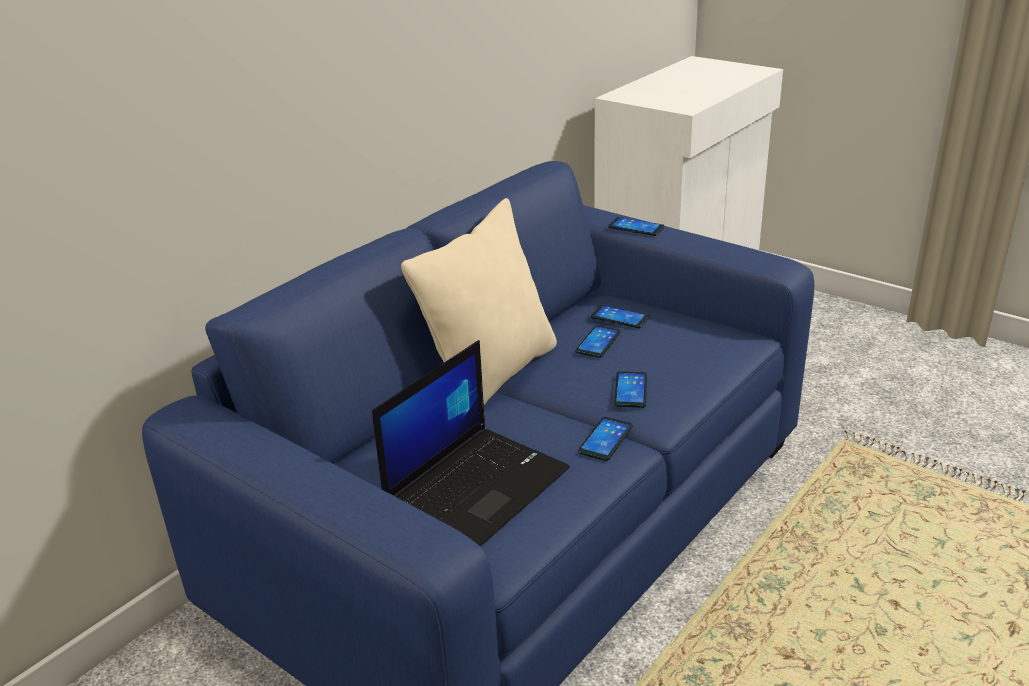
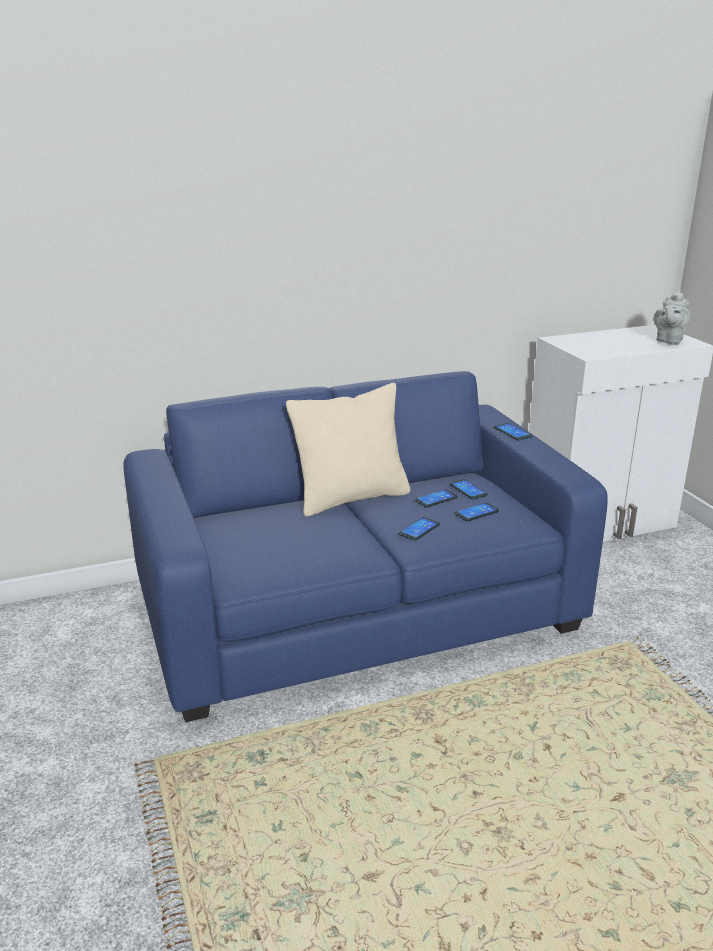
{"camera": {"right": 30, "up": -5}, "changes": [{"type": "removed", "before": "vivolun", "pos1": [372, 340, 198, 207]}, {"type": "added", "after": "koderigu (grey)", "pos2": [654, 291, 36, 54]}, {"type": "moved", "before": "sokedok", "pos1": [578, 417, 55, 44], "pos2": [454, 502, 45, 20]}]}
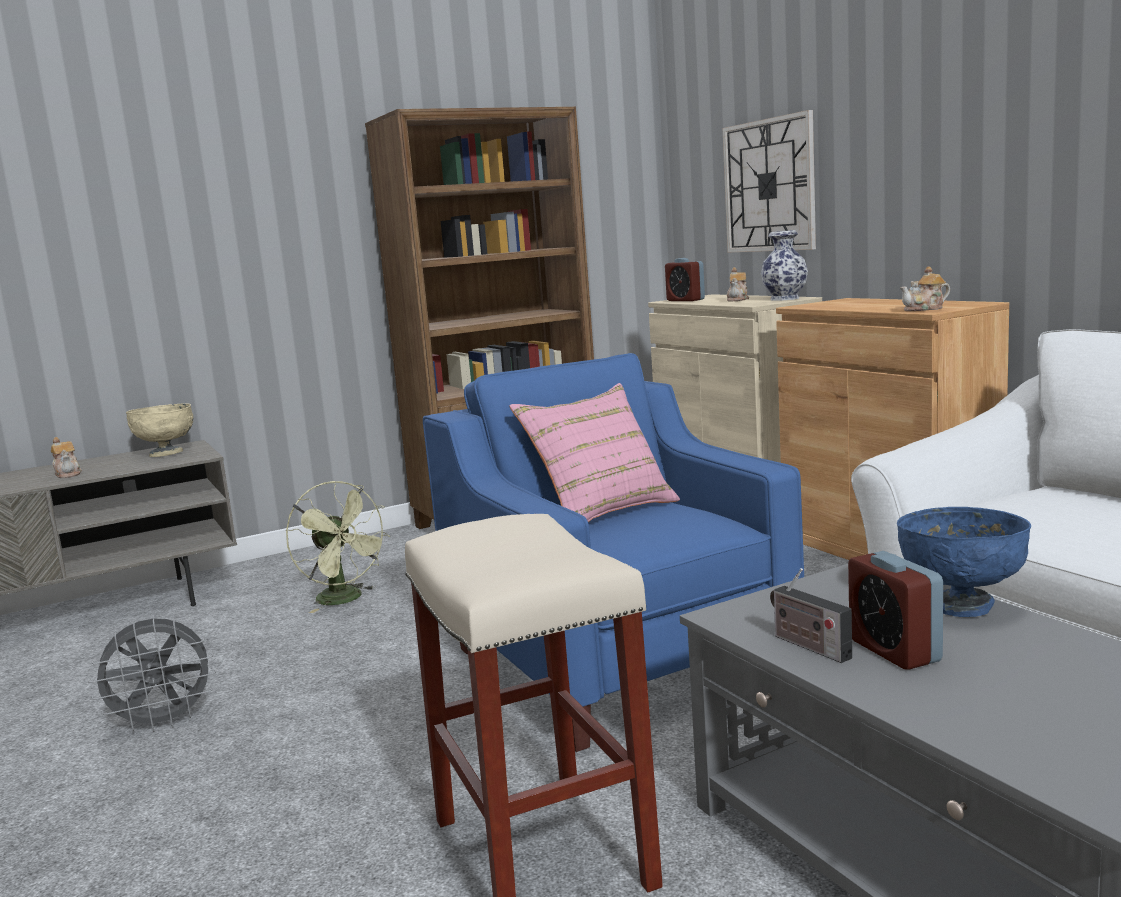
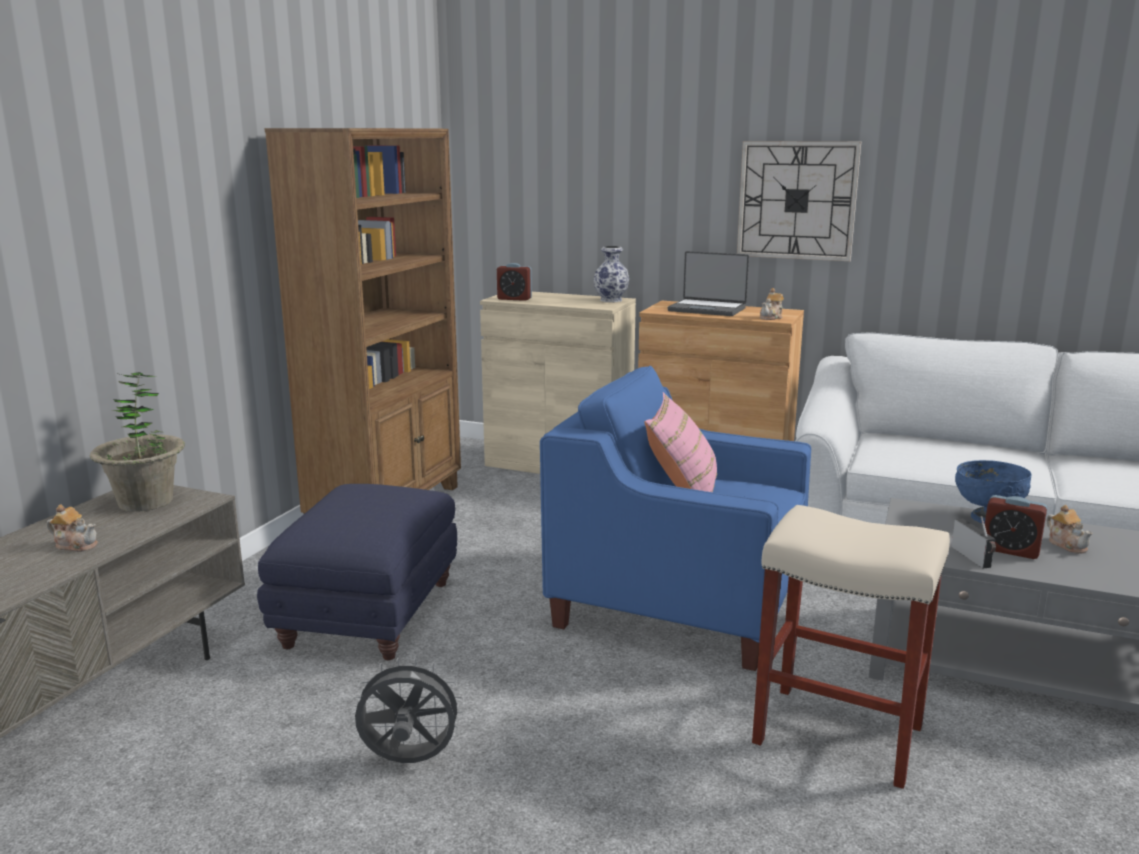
{"camera": {"right": -40, "up": 5}, "changes": [{"type": "added", "after": "vivolun", "pos2": [668, 251, 81, 65]}, {"type": "moved", "before": "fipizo", "pos1": [723, 110, 93, 143], "pos2": [737, 141, 124, 120]}, {"type": "moved", "before": "koderigu", "pos1": [727, 267, 22, 35], "pos2": [1046, 505, 47, 49]}, {"type": "replaced", "before": "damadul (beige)", "after": "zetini", "pos1": [126, 403, 67, 54], "pos2": [90, 372, 95, 140]}, {"type": "replaced", "before": "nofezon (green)", "after": "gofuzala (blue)", "pos1": [286, 481, 104, 132], "pos2": [257, 484, 200, 177]}, {"type": "turned", "before": "nofezon (grey)", "pos1": [88, 619, 128, 113], "pos2": [353, 658, 111, 105], "turn": -120}, {"type": "turned", "before": "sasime", "pos1": [770, 568, 82, 95], "pos2": [951, 516, 45, 52], "turn": -120}]}
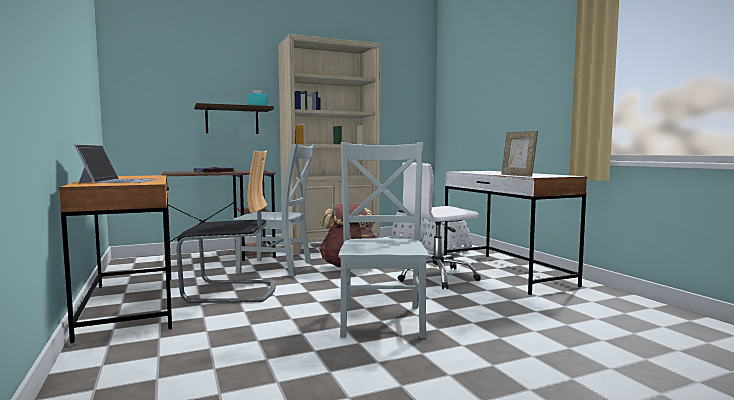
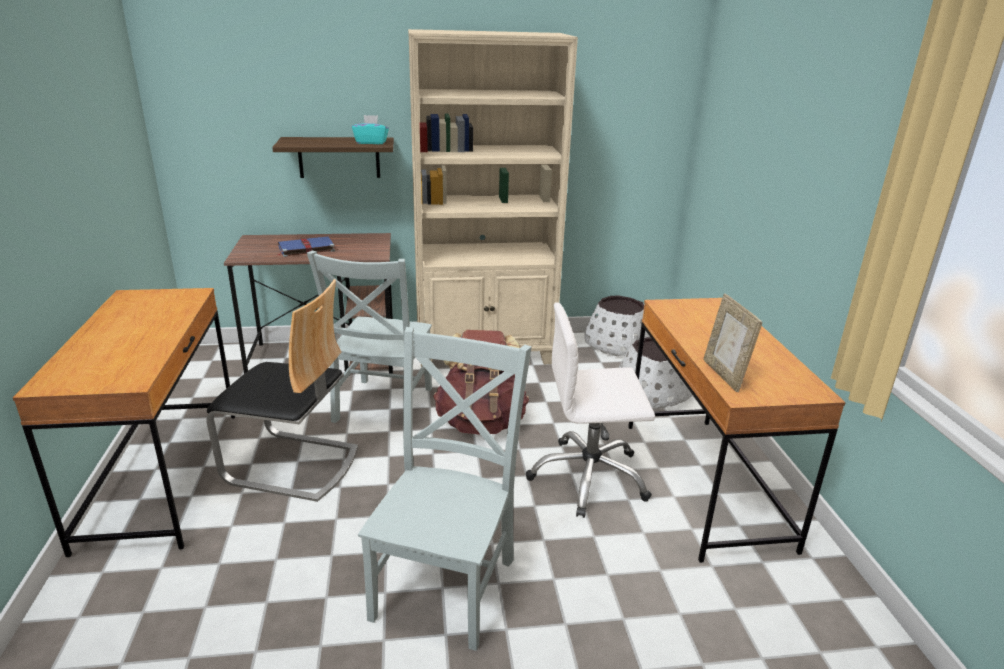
{"camera": {"right": 15, "up": 20}, "changes": [{"type": "removed", "before": "vivolun", "pos1": [74, 144, 83, 39]}, {"type": "recoloured", "before": "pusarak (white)", "after": "pusarak (brown)", "pos1": [444, 171, 143, 124], "pos2": [628, 298, 218, 265]}, {"type": "turned", "before": "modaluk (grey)", "pos1": [233, 144, 82, 132], "pos2": [307, 251, 125, 172], "turn": 75}]}
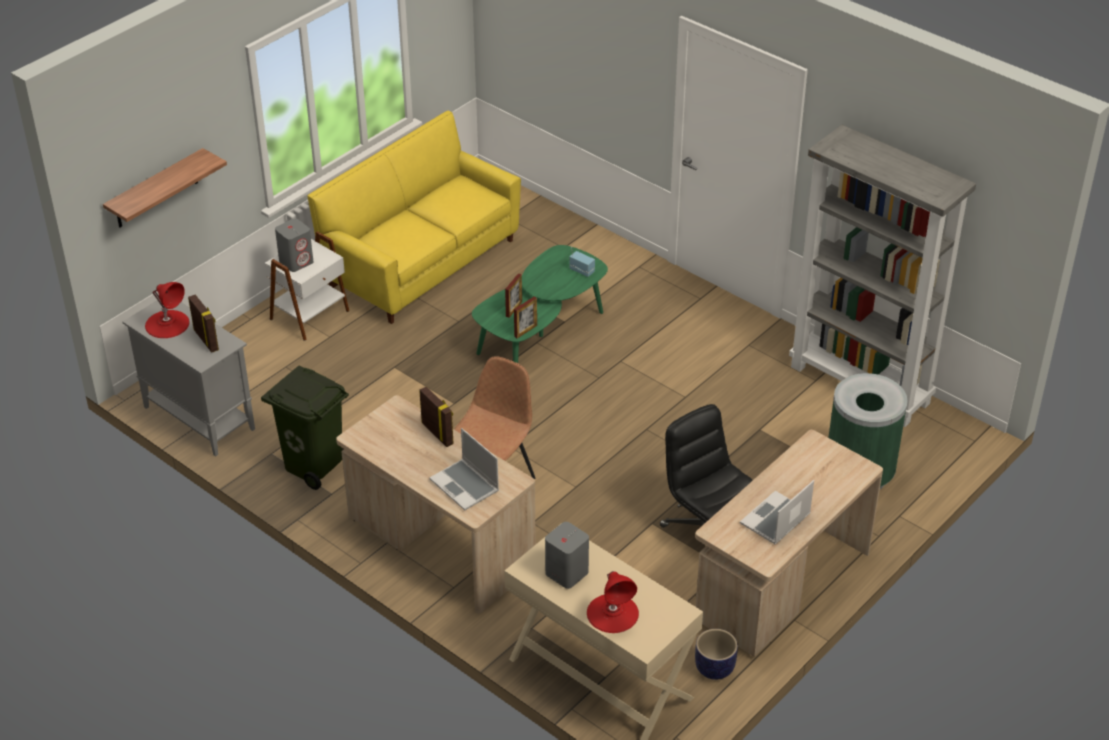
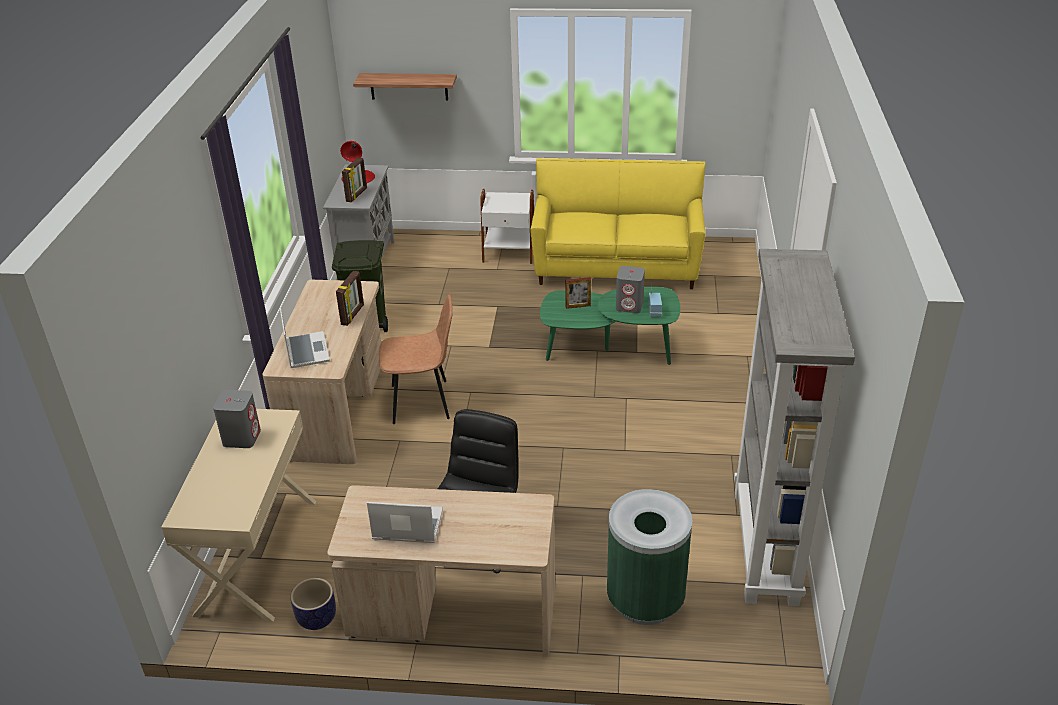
{"camera": {"right": 55, "up": -5}, "changes": [{"type": "removed", "before": "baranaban", "pos1": [514, 297, 23, 41]}, {"type": "removed", "before": "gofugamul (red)", "pos1": [587, 571, 52, 62]}, {"type": "moved", "before": "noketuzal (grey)", "pos1": [275, 218, 38, 54], "pos2": [616, 266, 29, 47]}, {"type": "turned", "before": "vivolun", "pos1": [430, 428, 69, 82], "pos2": [280, 307, 50, 61], "turn": 150}]}
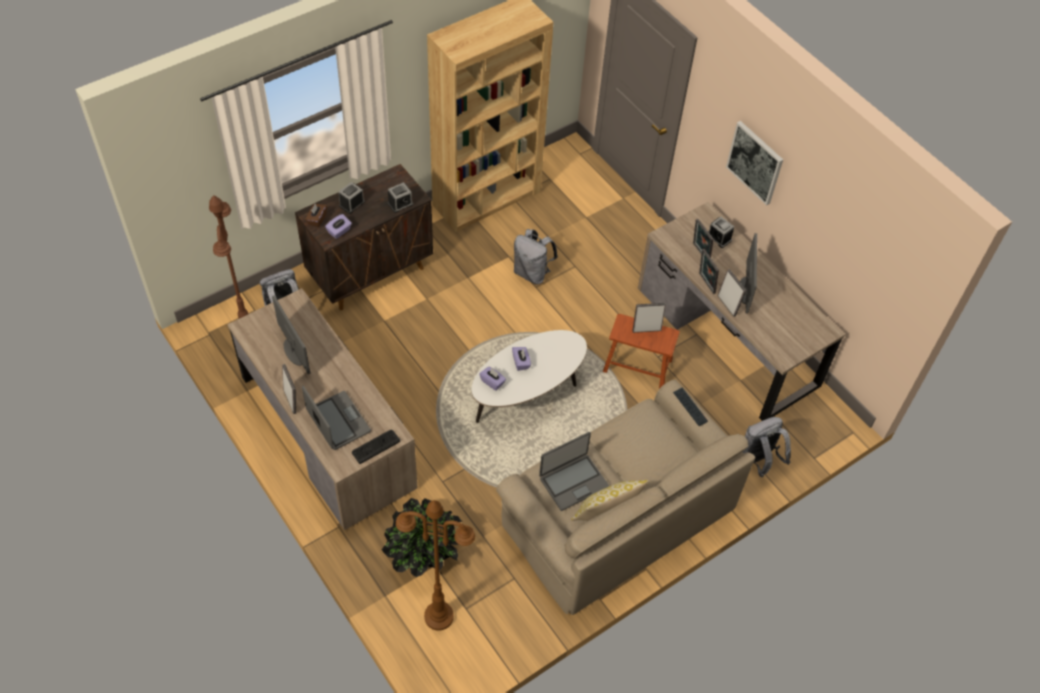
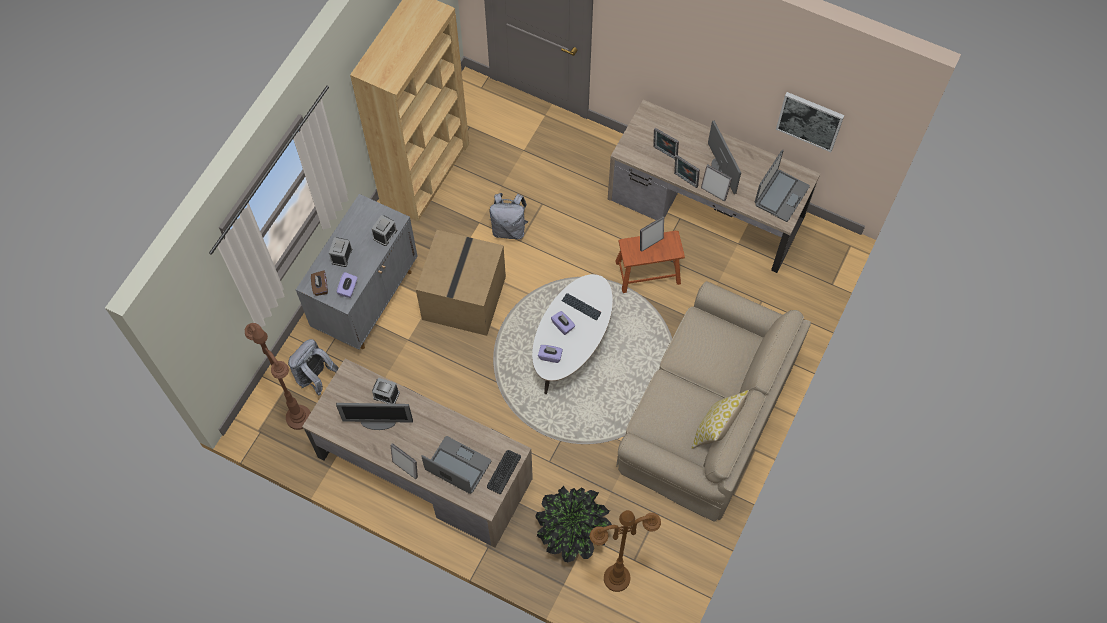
{"camera": {"right": -25, "up": 10}, "changes": [{"type": "removed", "before": "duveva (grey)", "pos1": [743, 417, 48, 60]}, {"type": "added", "after": "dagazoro", "pos2": [416, 230, 90, 106]}, {"type": "moved", "before": "vivolun", "pos1": [539, 432, 70, 79], "pos2": [755, 150, 55, 72]}, {"type": "moved", "before": "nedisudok", "pos1": [673, 388, 35, 38], "pos2": [562, 293, 40, 27]}, {"type": "moved", "before": "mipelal", "pos1": [709, 217, 25, 31], "pos2": [372, 378, 28, 26]}, {"type": "moved", "before": "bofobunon", "pos1": [726, 121, 57, 85], "pos2": [776, 92, 69, 60]}, {"type": "recoloured", "before": "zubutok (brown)", "after": "zubutok (grey)", "pos1": [295, 164, 138, 146], "pos2": [296, 194, 121, 156]}, {"type": "turned", "before": "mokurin", "pos1": [272, 295, 38, 79], "pos2": [336, 403, 77, 27], "turn": 150}]}
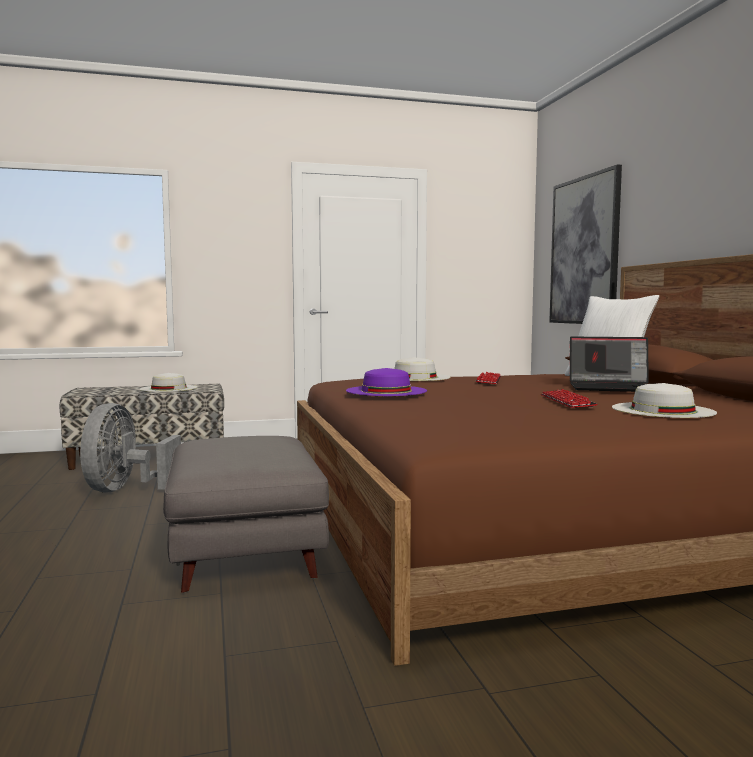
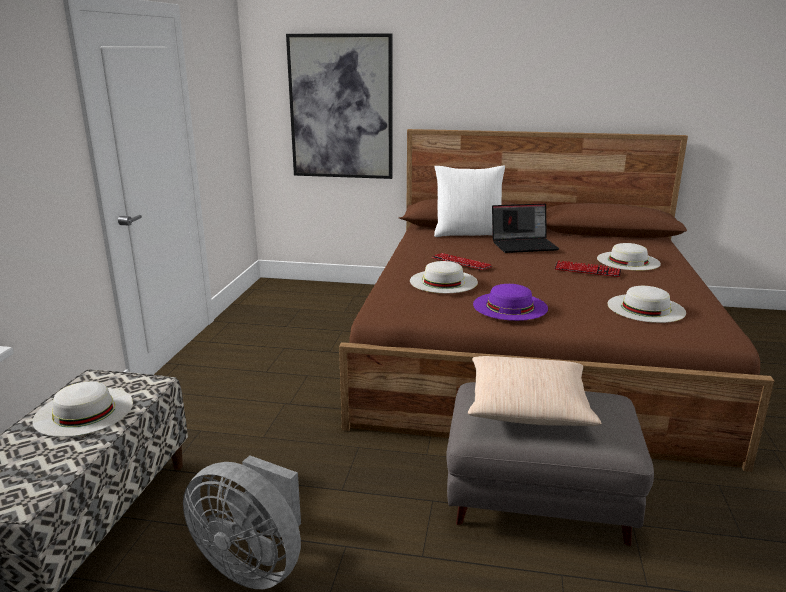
{"camera": {"right": -65, "up": 15}, "changes": [{"type": "added", "after": "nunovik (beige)", "pos2": [468, 356, 134, 70]}, {"type": "added", "after": "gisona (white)", "pos2": [608, 286, 78, 37]}, {"type": "turned", "before": "vivolun", "pos1": [570, 337, 79, 55], "pos2": [492, 203, 68, 50], "turn": 45}]}
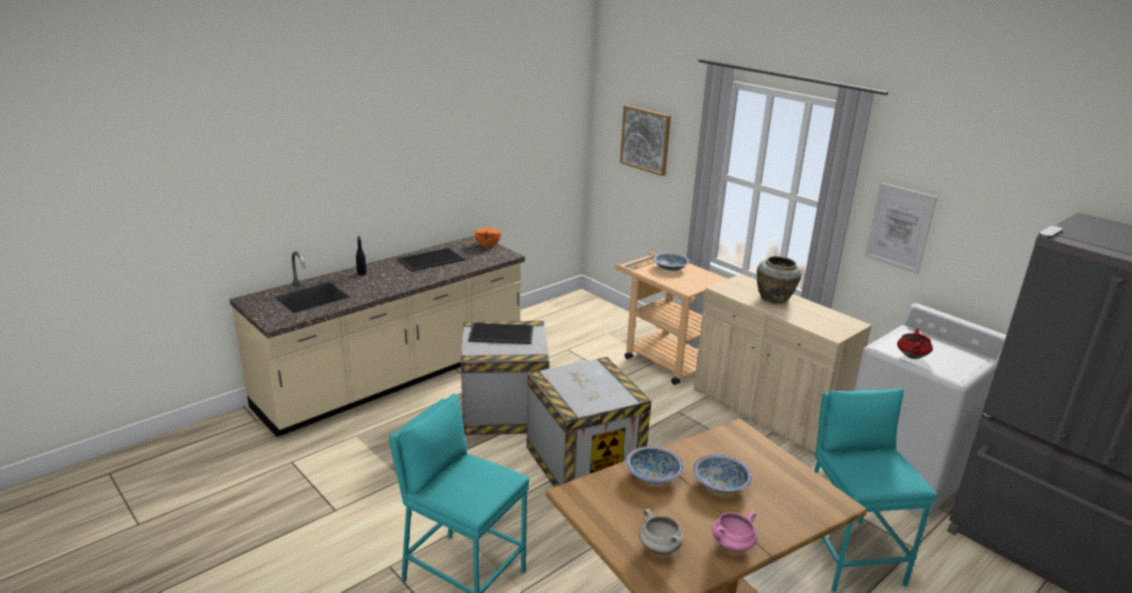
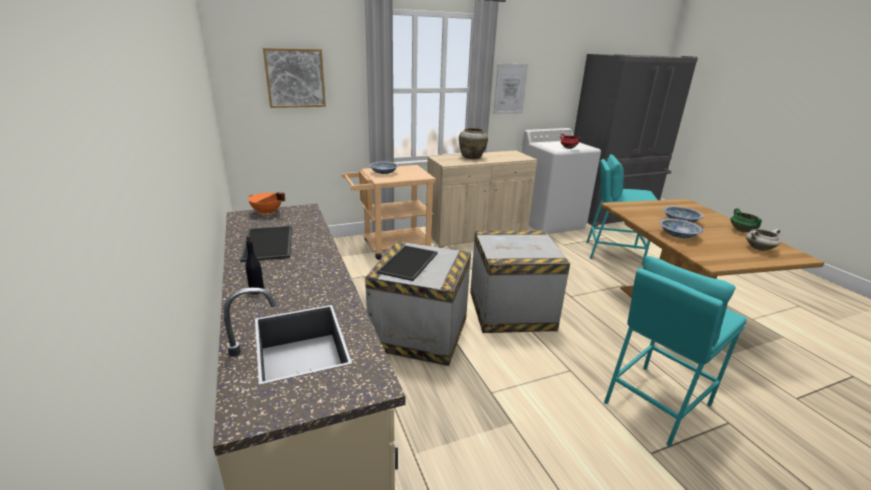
{"camera": {"right": -70, "up": 0}, "changes": [{"type": "recoloured", "before": "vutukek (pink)", "after": "vutukek (green)", "pos1": [712, 511, 45, 41], "pos2": [731, 208, 31, 25]}]}
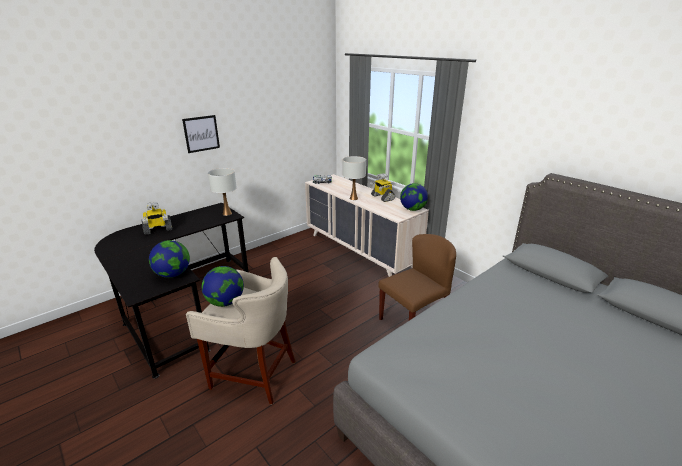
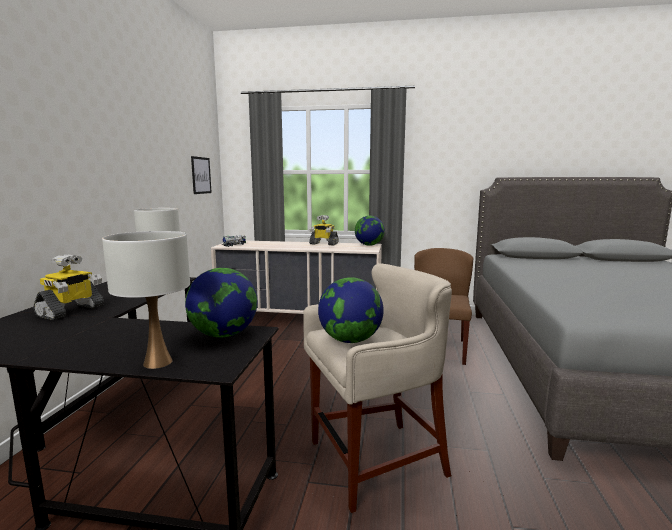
{"camera": {"right": -40, "up": -15}, "changes": [{"type": "moved", "before": "bofobunon", "pos1": [182, 115, 38, 38], "pos2": [191, 156, 21, 38]}, {"type": "moved", "before": "gofugamul (white)", "pos1": [343, 156, 23, 44], "pos2": [102, 231, 88, 138]}]}
